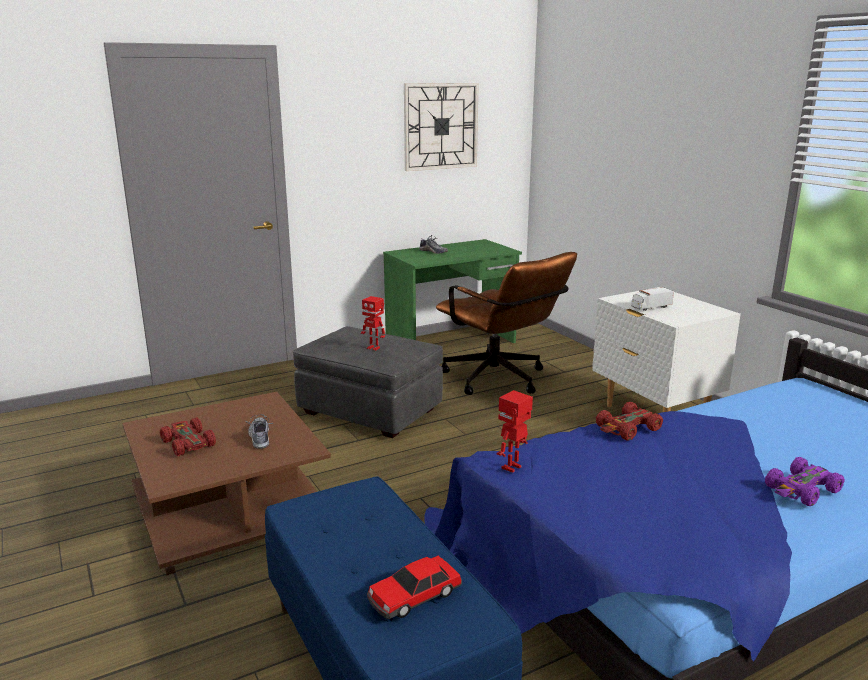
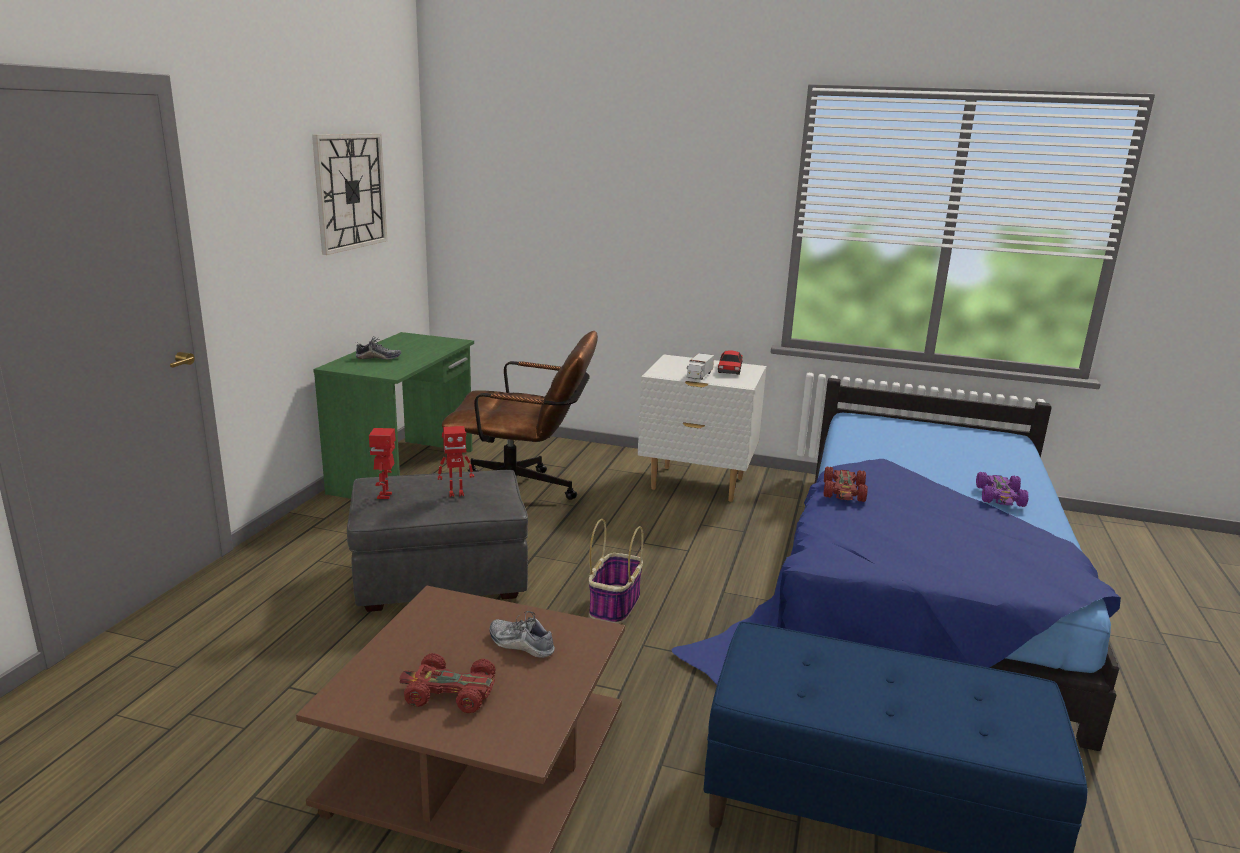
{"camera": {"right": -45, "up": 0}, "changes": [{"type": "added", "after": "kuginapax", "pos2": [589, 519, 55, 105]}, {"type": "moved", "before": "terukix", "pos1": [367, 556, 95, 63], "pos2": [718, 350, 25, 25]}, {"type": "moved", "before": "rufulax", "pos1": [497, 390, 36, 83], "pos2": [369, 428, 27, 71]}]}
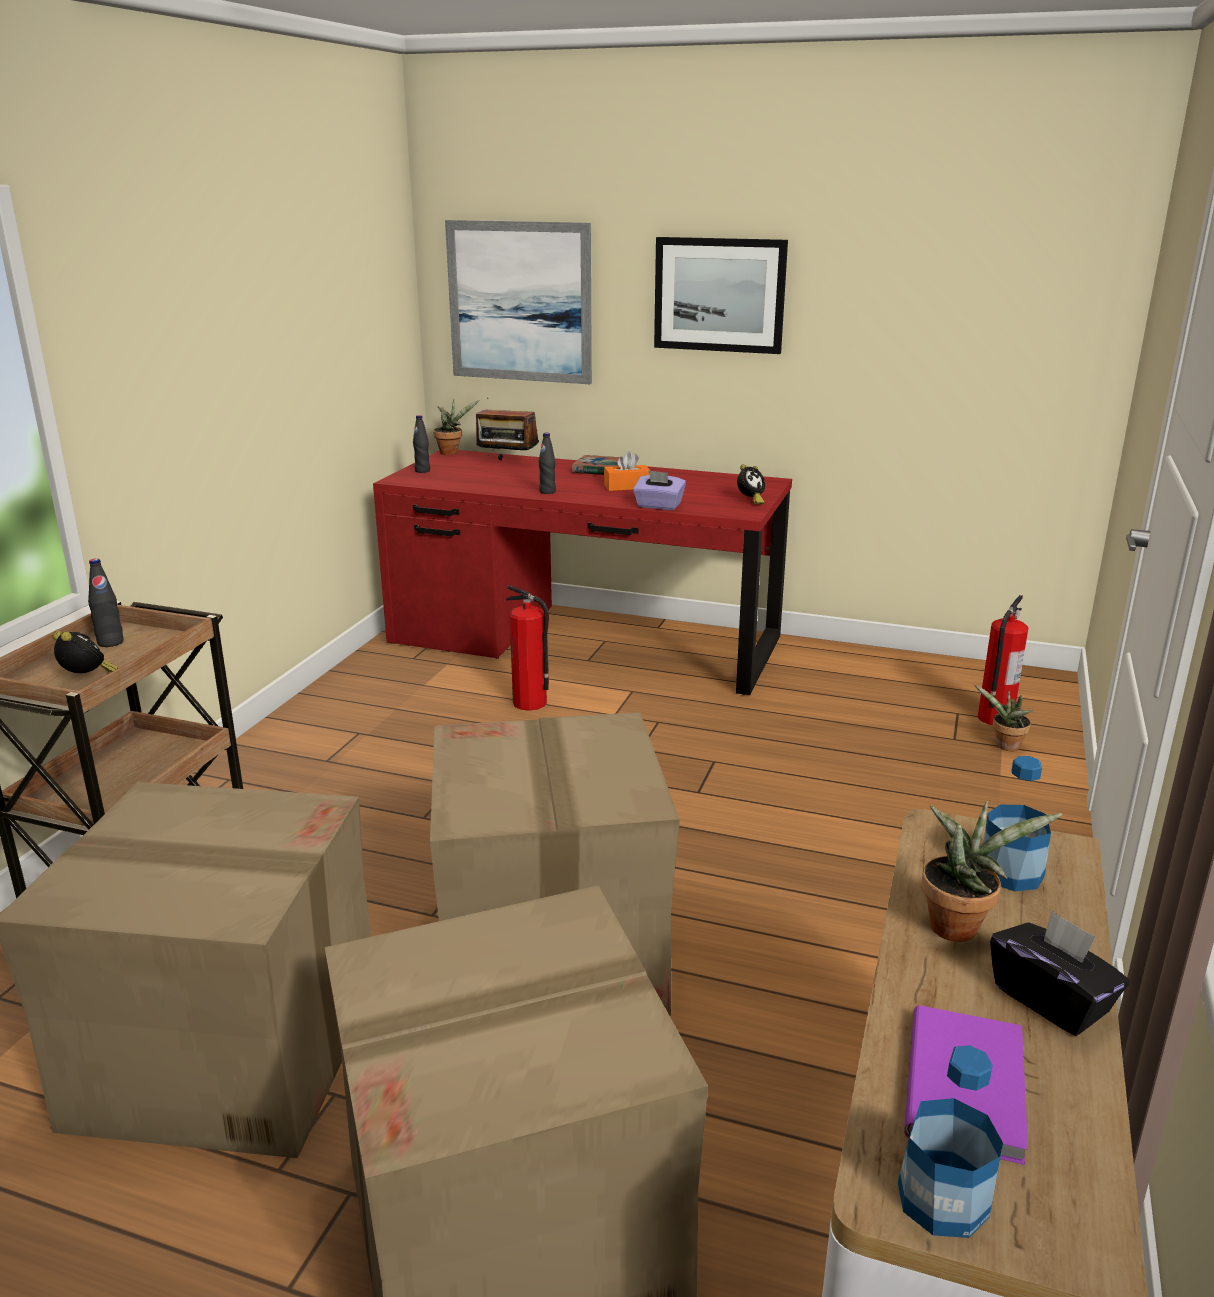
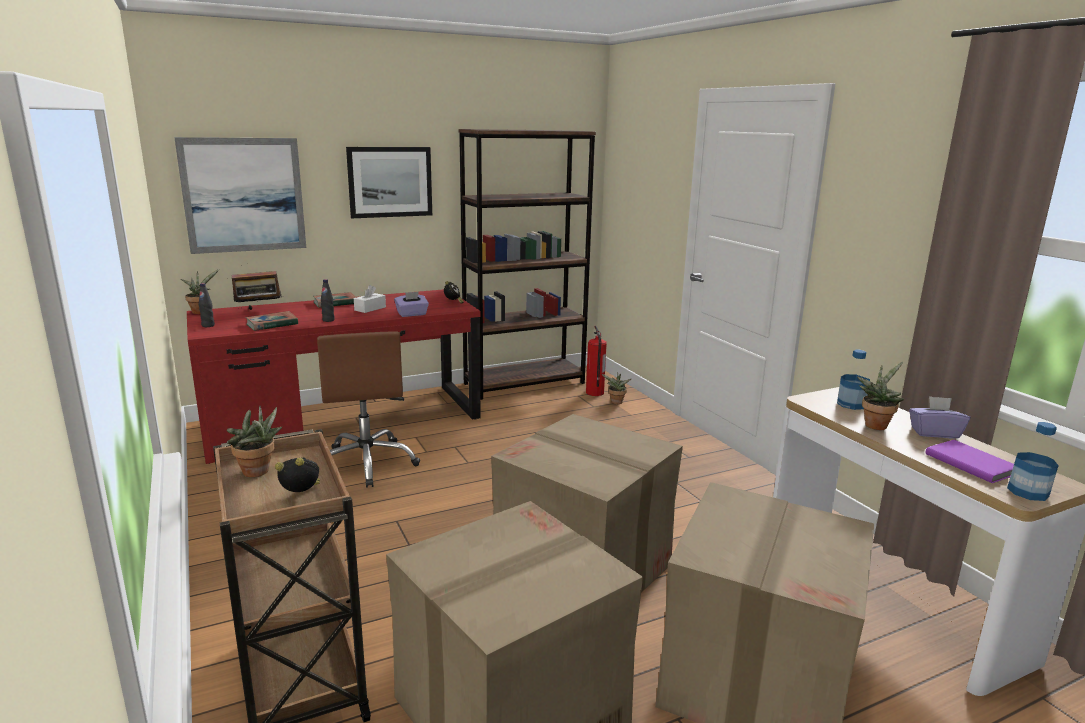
{"camera": {"right": -45, "up": -5}, "changes": [{"type": "added", "after": "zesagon", "pos2": [245, 311, 53, 20]}, {"type": "added", "after": "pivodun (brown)", "pos2": [459, 129, 137, 271]}, {"type": "replaced", "before": "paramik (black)", "after": "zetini", "pos1": [88, 558, 35, 89], "pos2": [227, 406, 55, 71]}, {"type": "replaced", "before": "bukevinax", "after": "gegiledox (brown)", "pos1": [506, 585, 43, 126], "pos2": [317, 332, 103, 156]}, {"type": "recoloured", "before": "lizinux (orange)", "after": "lizinux (white)", "pos1": [604, 451, 47, 40], "pos2": [354, 285, 32, 28]}, {"type": "recoloured", "before": "lizinux (black)", "after": "lizinux (purple)", "pos1": [990, 910, 140, 126], "pos2": [909, 396, 61, 43]}]}
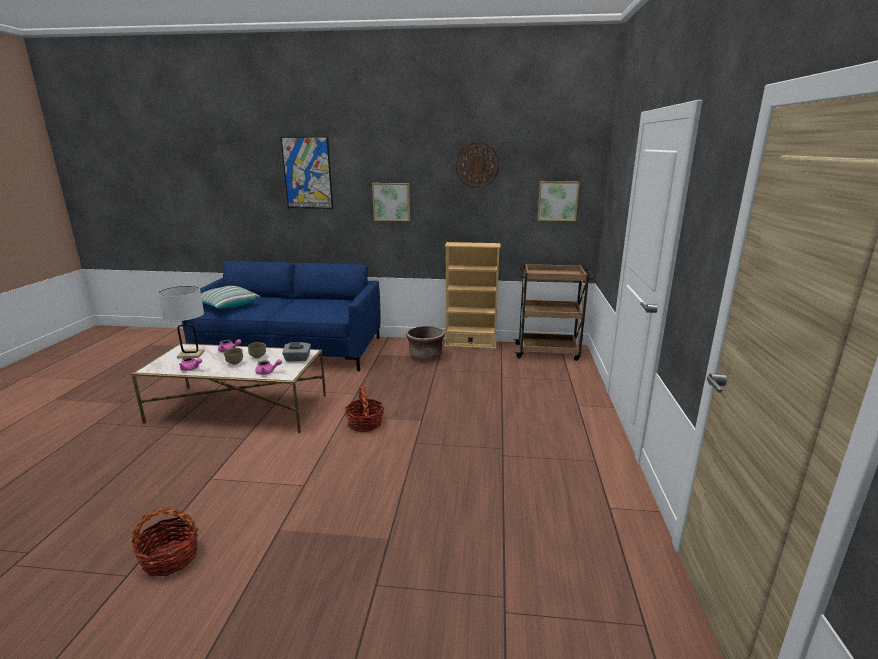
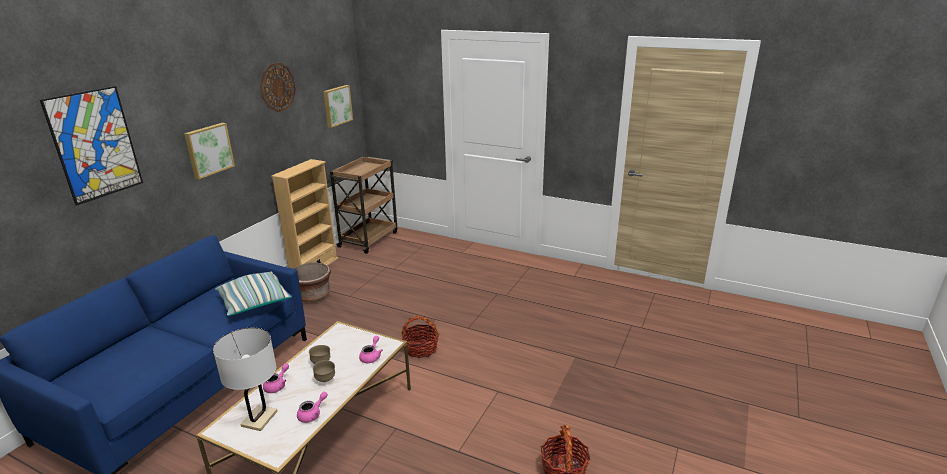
{"camera": {"right": -70, "up": 5}, "changes": [{"type": "removed", "before": "lizinux (grey)", "pos1": [282, 342, 29, 19]}, {"type": "moved", "before": "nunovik", "pos1": [201, 286, 60, 23], "pos2": [215, 272, 77, 44]}]}
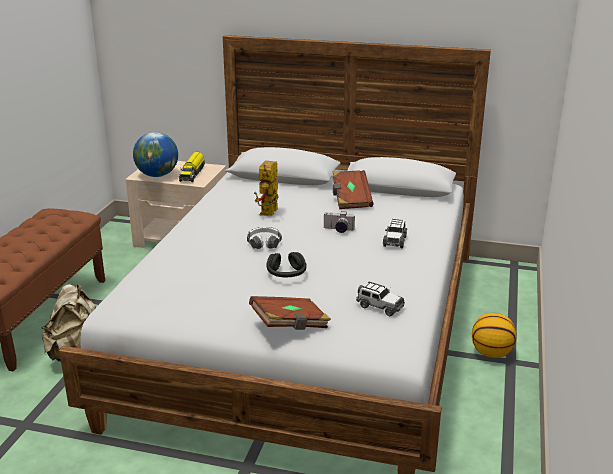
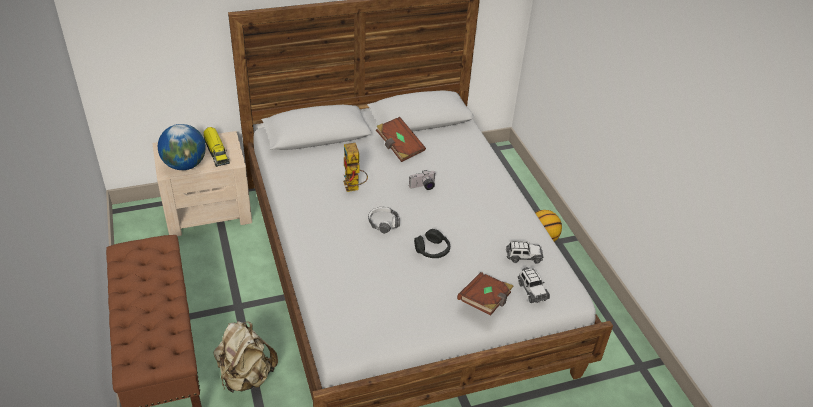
{"camera": {"right": -35, "up": 15}, "changes": [{"type": "moved", "before": "terukix", "pos1": [383, 219, 24, 29], "pos2": [518, 267, 32, 36]}]}
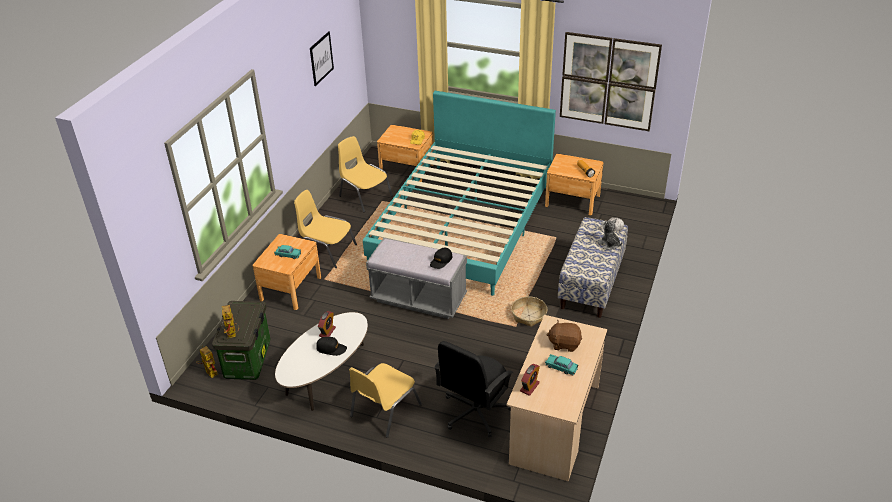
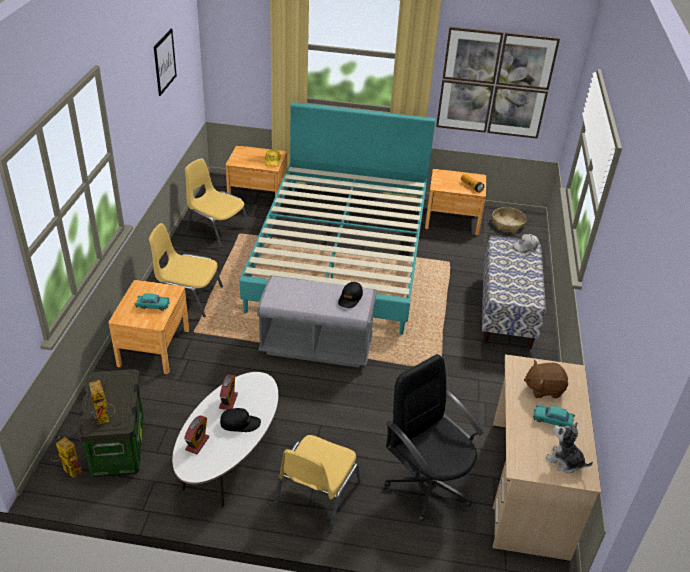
{"camera": {"right": -15, "up": 0}, "changes": [{"type": "moved", "before": "kuginapax", "pos1": [511, 296, 36, 31], "pos2": [492, 207, 35, 26]}, {"type": "moved", "before": "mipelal", "pos1": [520, 364, 20, 32], "pos2": [184, 415, 25, 39]}, {"type": "moved", "before": "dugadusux", "pos1": [598, 219, 24, 31], "pos2": [545, 422, 48, 51]}, {"type": "turned", "before": "gegiledox (black)", "pos1": [434, 341, 79, 96], "pos2": [385, 354, 99, 167], "turn": 120}]}
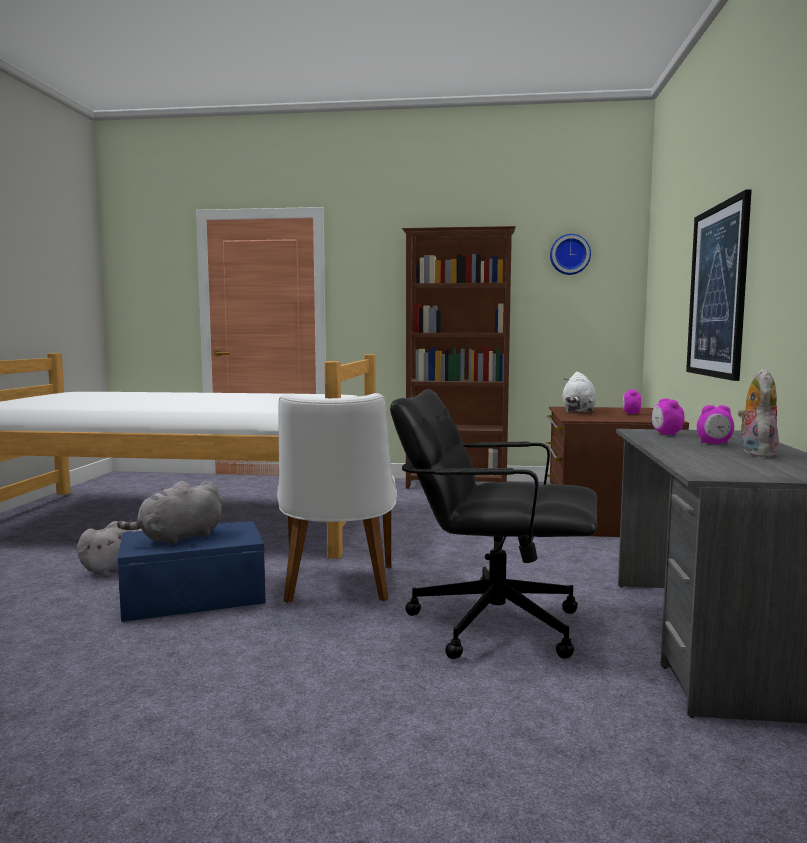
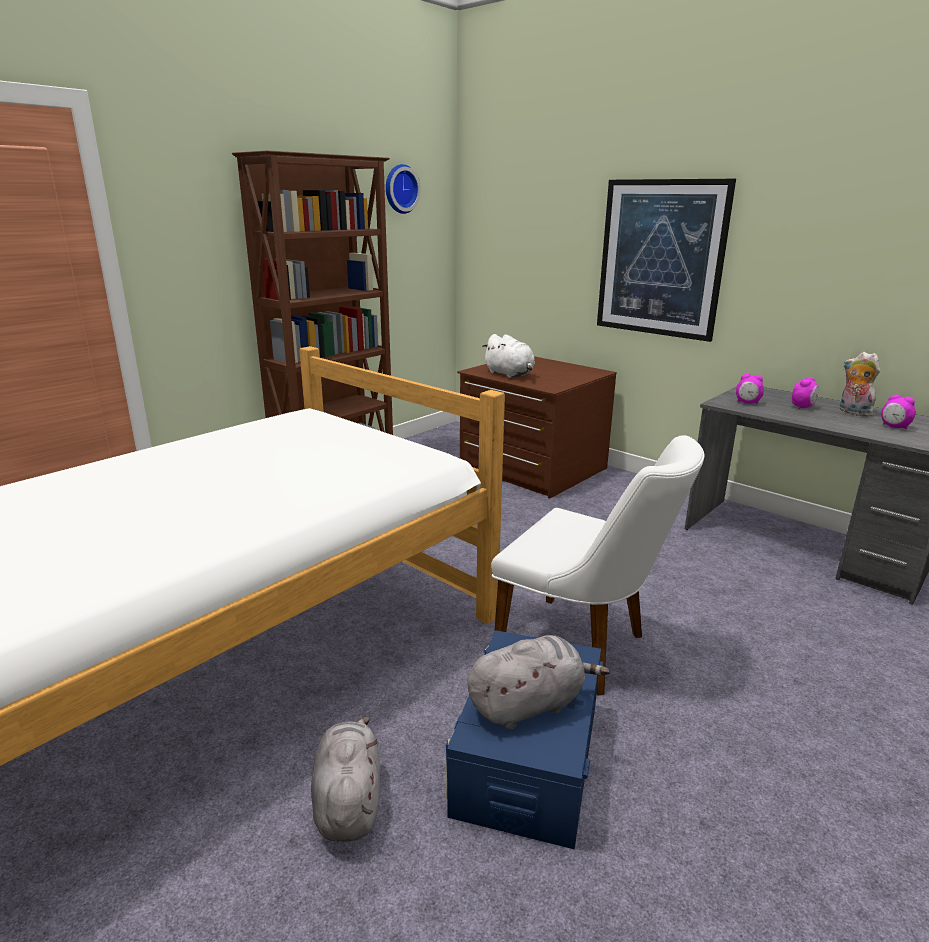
{"camera": {"right": -55, "up": 15}, "changes": [{"type": "removed", "before": "gegiledox (black)", "pos1": [390, 389, 207, 270]}, {"type": "moved", "before": "mipelal", "pos1": [623, 389, 18, 25], "pos2": [881, 395, 35, 34]}, {"type": "turned", "before": "dugadusux (grey)", "pos1": [117, 481, 105, 65], "pos2": [467, 635, 143, 95], "turn": -105}]}
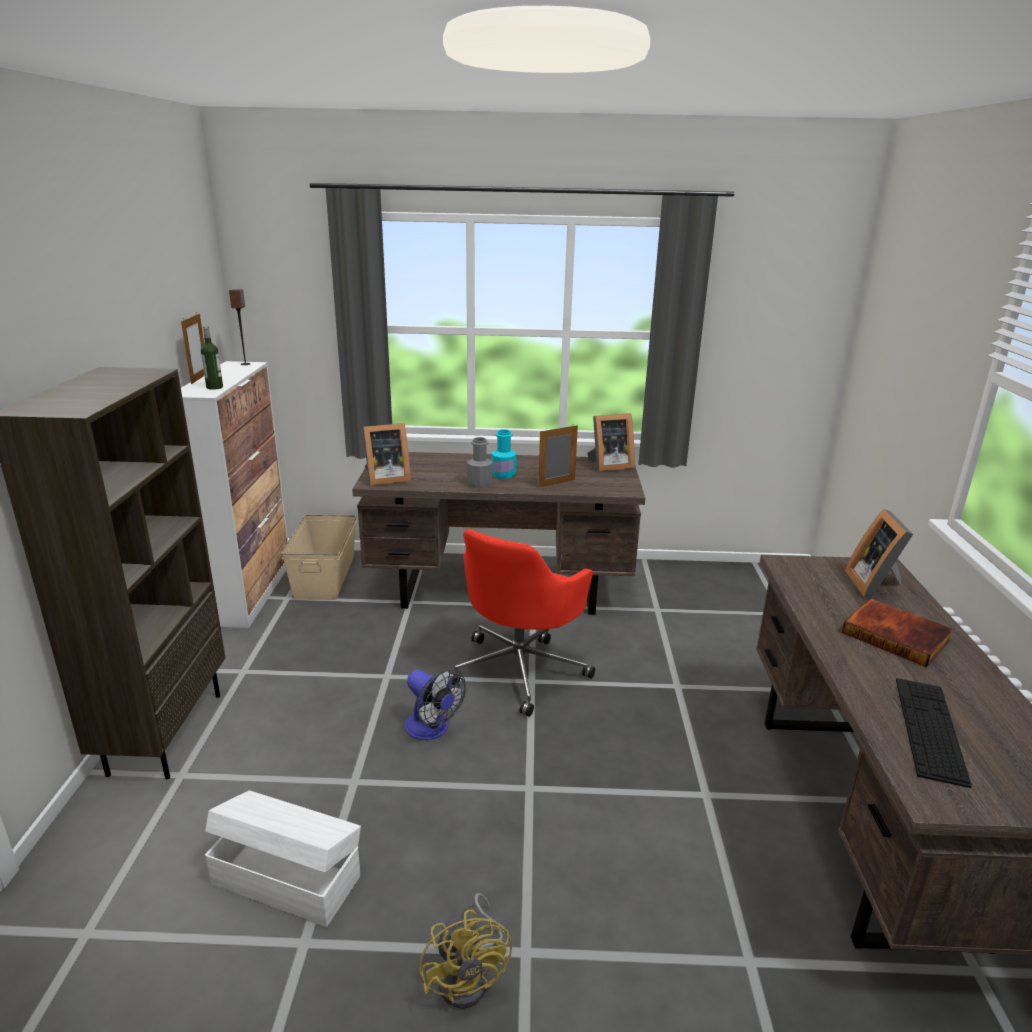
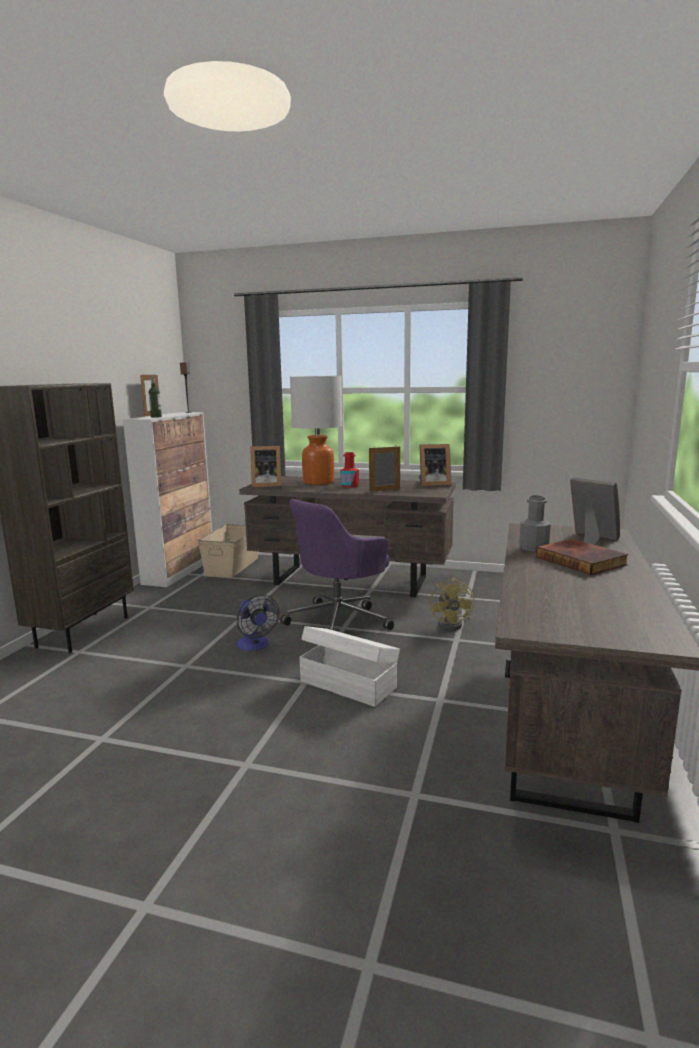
{"camera": {"right": 15, "up": -10}, "changes": [{"type": "removed", "before": "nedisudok", "pos1": [896, 678, 76, 110]}, {"type": "added", "after": "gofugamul", "pos2": [290, 376, 52, 109]}, {"type": "moved", "before": "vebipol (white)", "pos1": [205, 790, 156, 137], "pos2": [300, 626, 100, 81]}, {"type": "moved", "before": "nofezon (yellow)", "pos1": [419, 893, 93, 116], "pos2": [430, 578, 44, 53]}, {"type": "moved", "before": "paramik (grey)", "pos1": [467, 437, 25, 51], "pos2": [520, 495, 31, 57]}, {"type": "recoloured", "before": "gegiledox (red)", "after": "gegiledox (purple)", "pos1": [449, 529, 146, 188], "pos2": [280, 499, 114, 131]}, {"type": "recoloured", "before": "paramik (turquoise)", "after": "paramik (red)", "pos1": [491, 429, 26, 50], "pos2": [341, 452, 18, 36]}, {"type": "turned", "before": "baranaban", "pos1": [845, 509, 68, 90], "pos2": [570, 477, 50, 68], "turn": 120}]}
